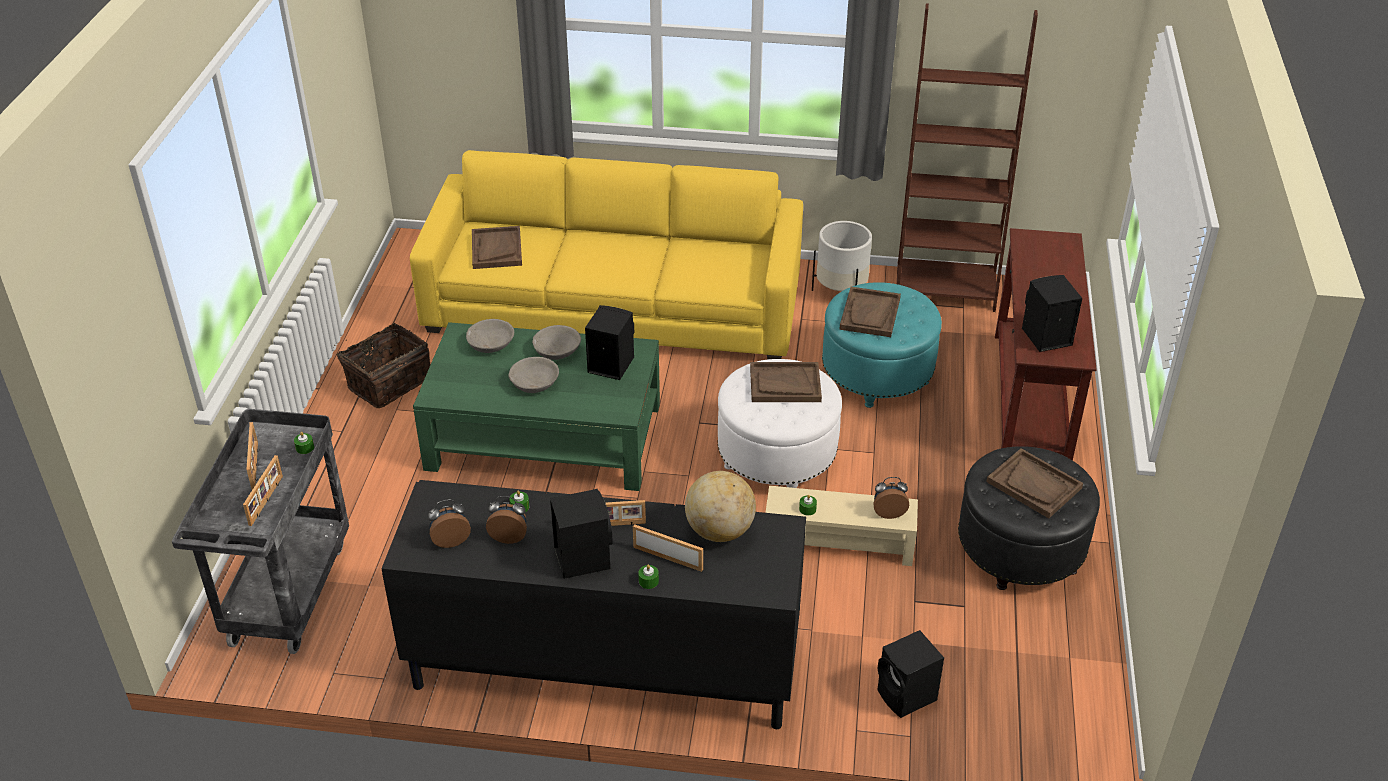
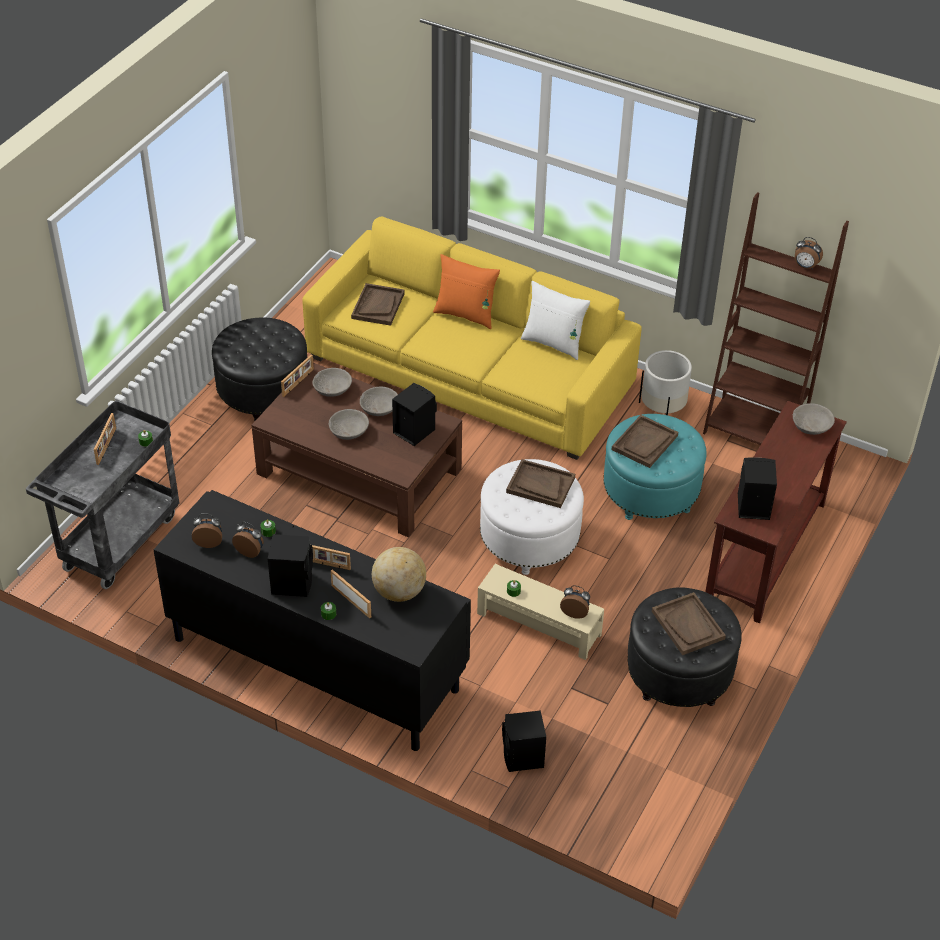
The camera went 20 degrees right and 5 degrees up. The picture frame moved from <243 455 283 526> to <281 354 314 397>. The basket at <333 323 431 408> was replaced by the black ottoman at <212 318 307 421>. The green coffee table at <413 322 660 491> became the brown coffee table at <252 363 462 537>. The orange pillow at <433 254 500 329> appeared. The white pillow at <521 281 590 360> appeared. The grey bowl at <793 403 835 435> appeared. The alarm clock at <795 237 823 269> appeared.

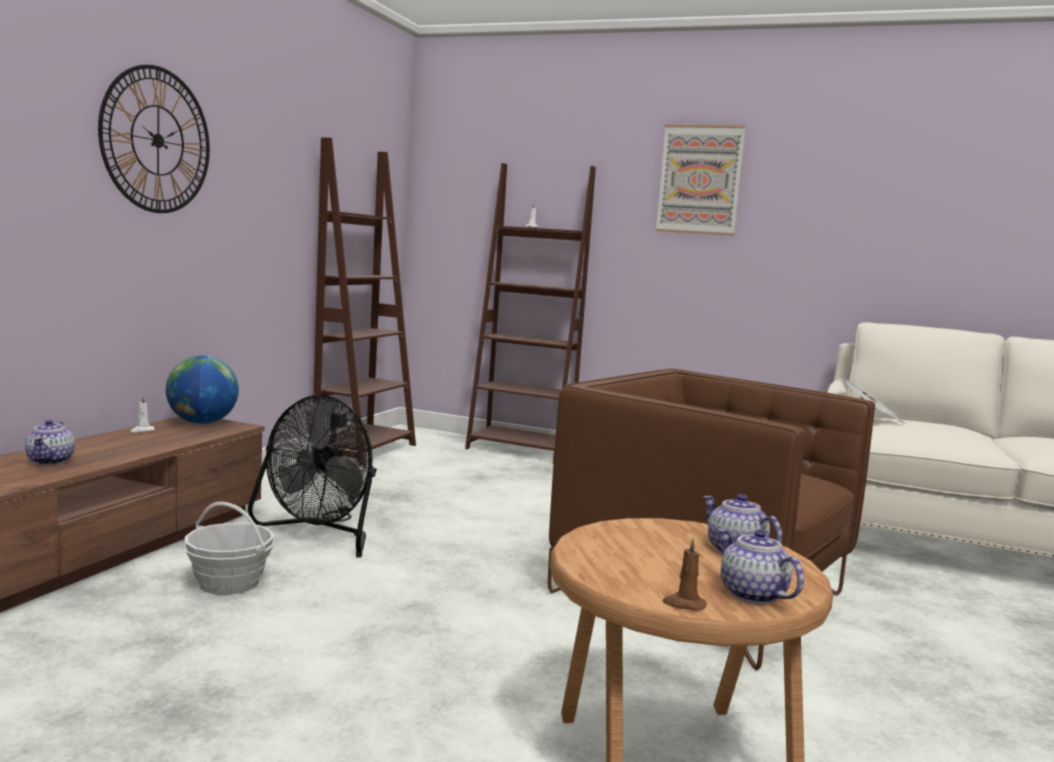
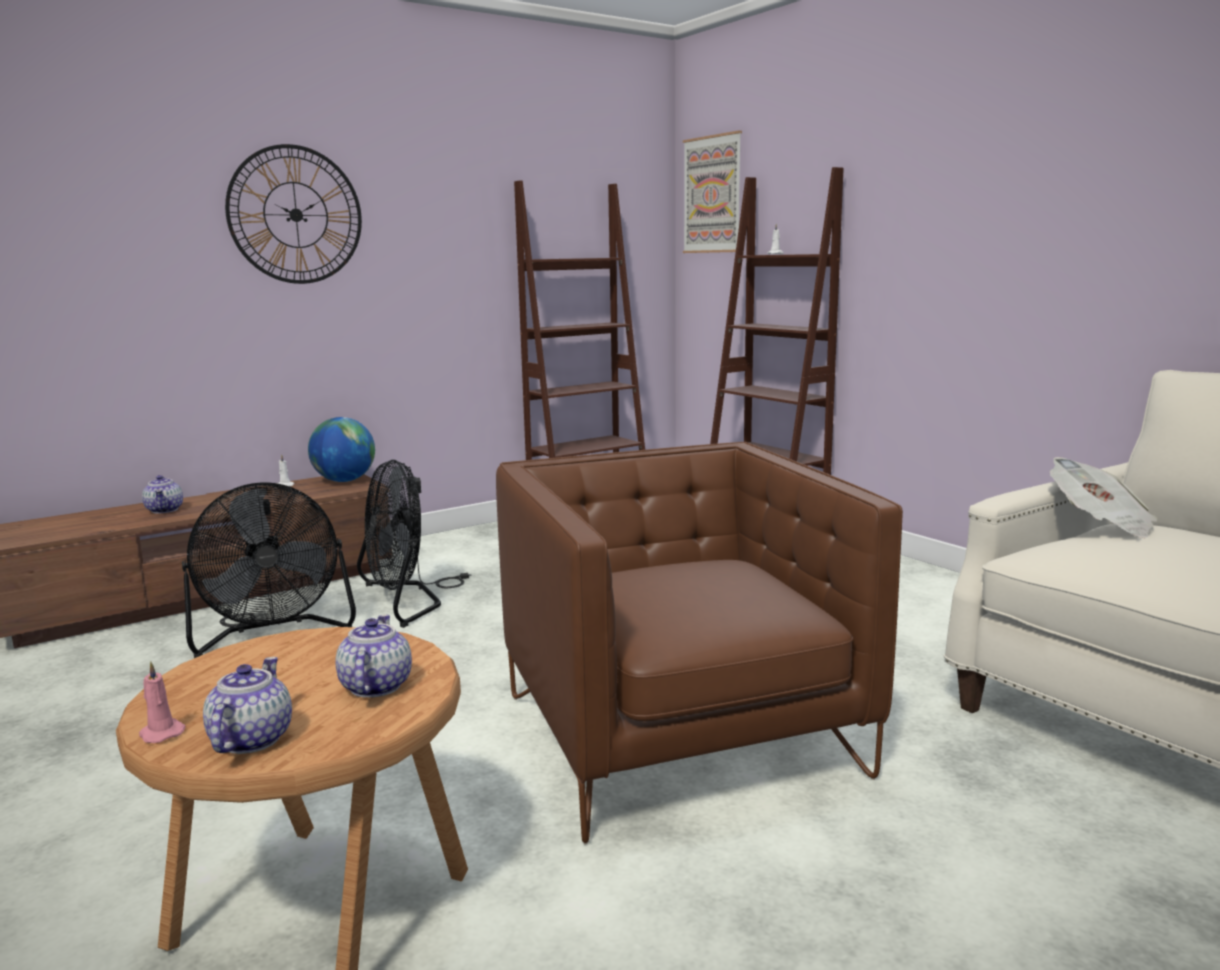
The camera went 35 degrees right and 5 degrees up. The teapot at <25 420 75 465> turned 45 degrees counterclockwise. The basket at <183 502 274 595> was replaced by the black fan at <182 482 356 658>. The picture moved from <656 125 746 236> to <683 130 742 253>. The brown candle at <663 538 707 610> became the pink candle at <139 662 186 743>.

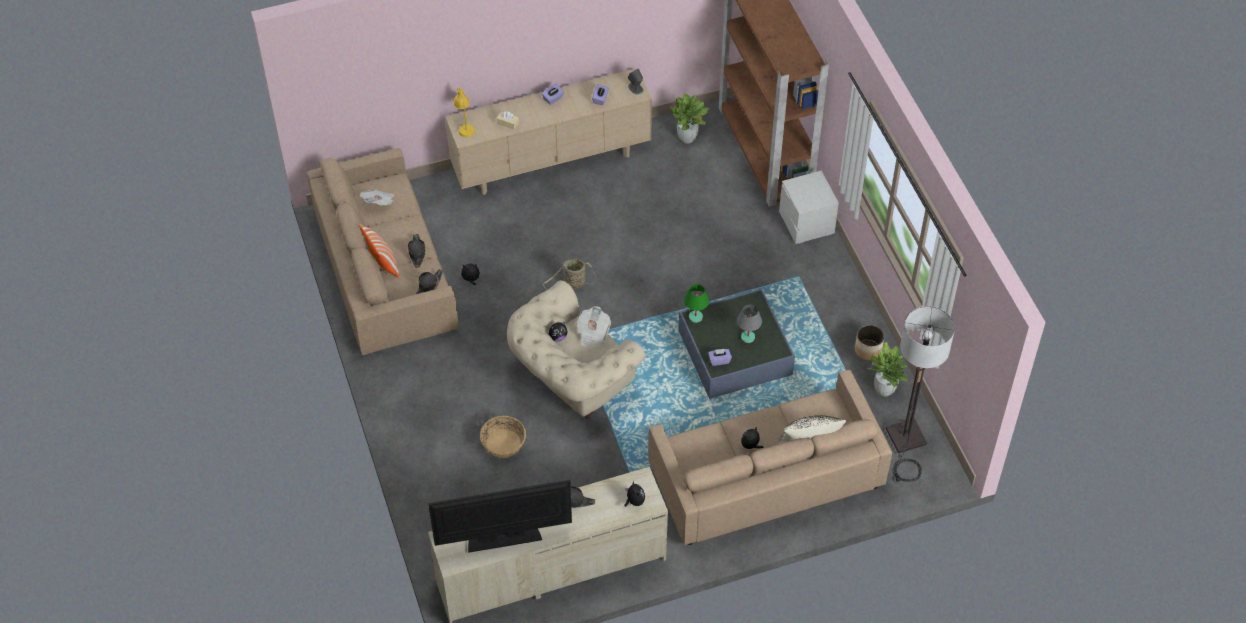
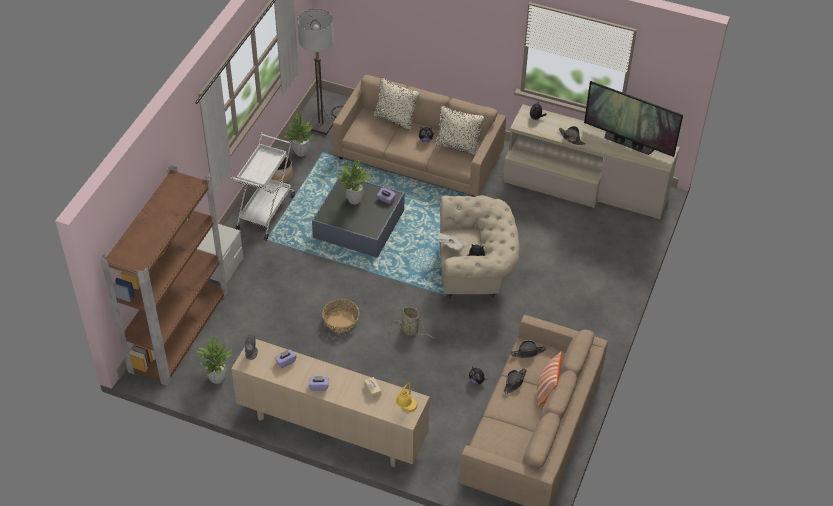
The camera went 140 degrees left and 5 degrees down. The newspaper at <360 189 394 205> disappeared. The basket moved from <480 416 526 458> to <322 299 360 333>. The green table lamp at <684 284 709 323> disappeared. The grey table lamp at <737 305 762 343> was replaced by the potted plant at <337 160 371 205>. The white cart at <231 132 295 241> appeared. The beige pillow at <436 106 484 156> appeared.

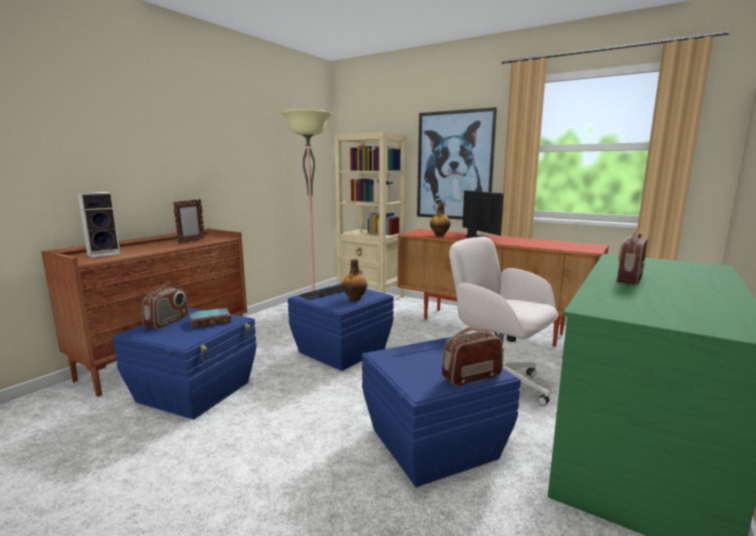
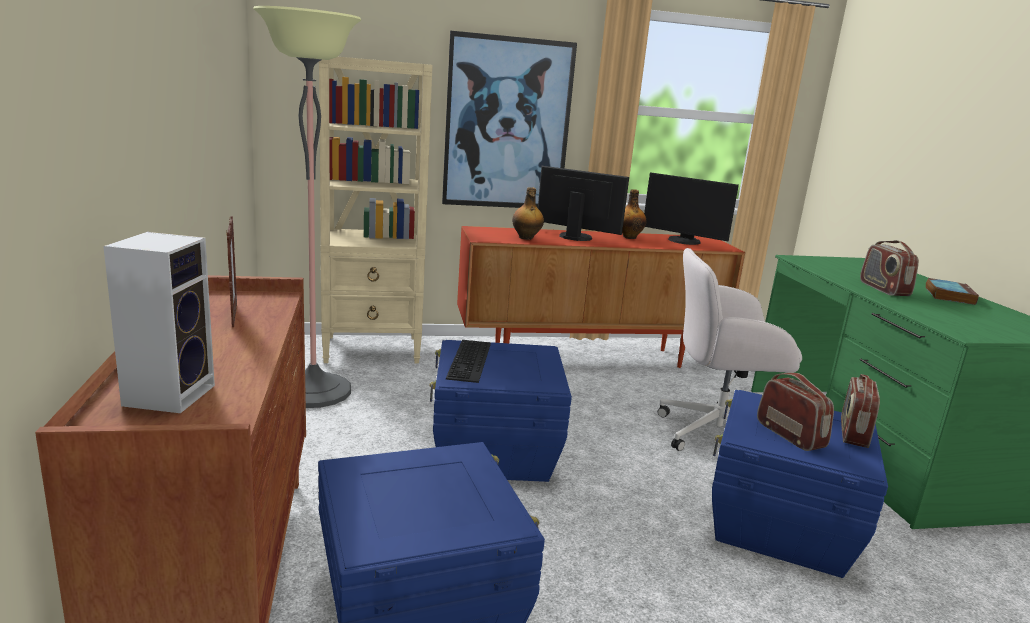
The camera went 45 degrees left and 5 degrees up. The radio moved from <142 283 189 330> to <757 373 834 451>. The book moved from <190 307 231 328> to <925 278 979 305>. The bottle moved from <342 259 367 301> to <622 189 646 239>. The monitor at <644 172 739 245> appeared.

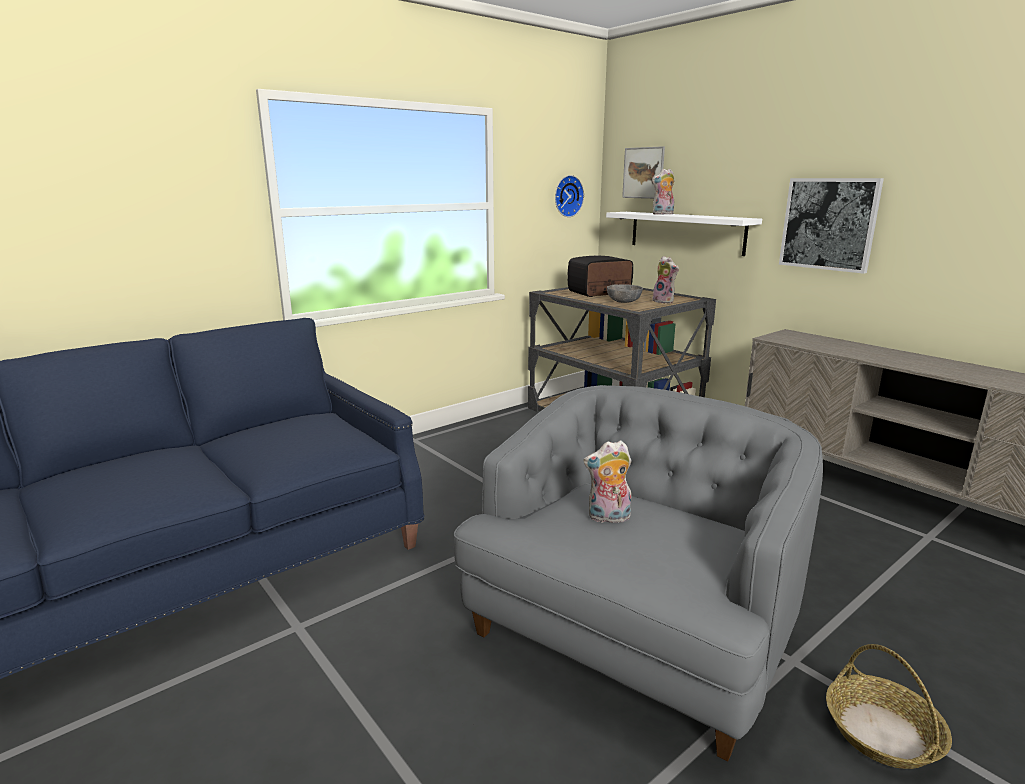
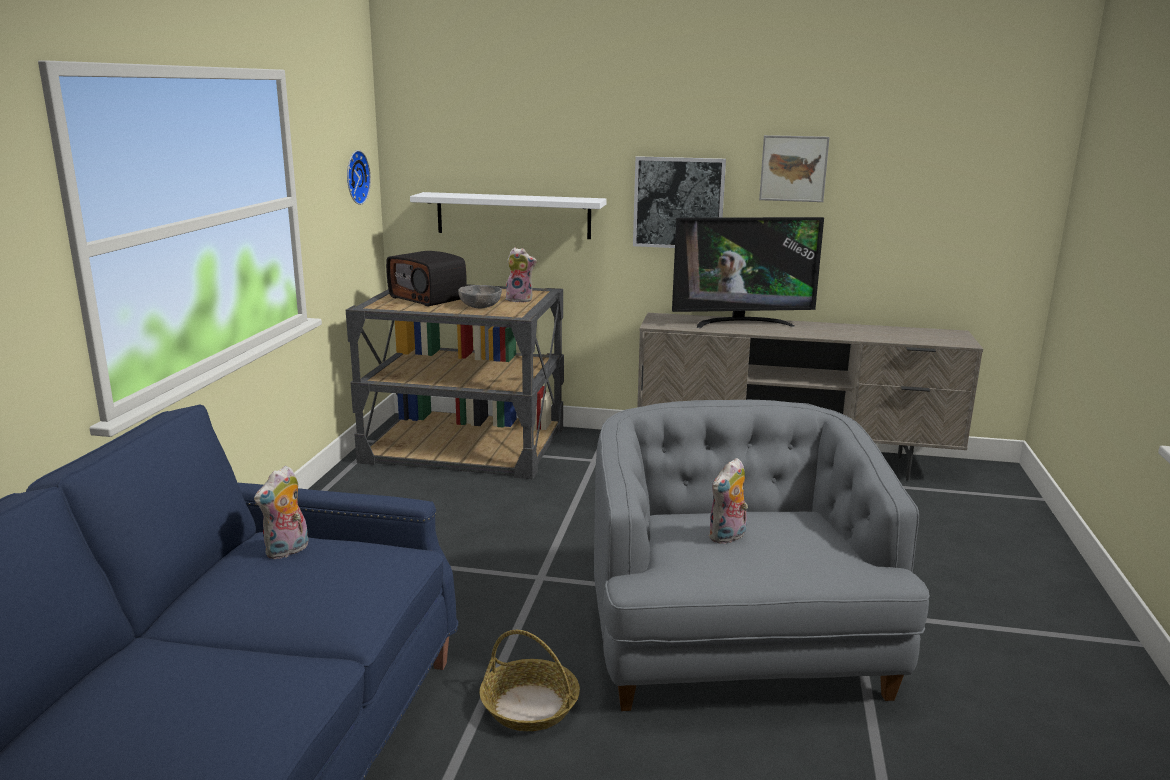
The camera went 40 degrees left and 0 degrees up. The radio at <568 256 633 297> turned 75 degrees counterclockwise. The picture moved from <622 146 665 199> to <759 135 830 202>. The plush toy moved from <652 169 674 215> to <254 466 309 559>. The basket moved from <826 644 952 769> to <480 630 580 731>. The television at <672 217 824 328> appeared.

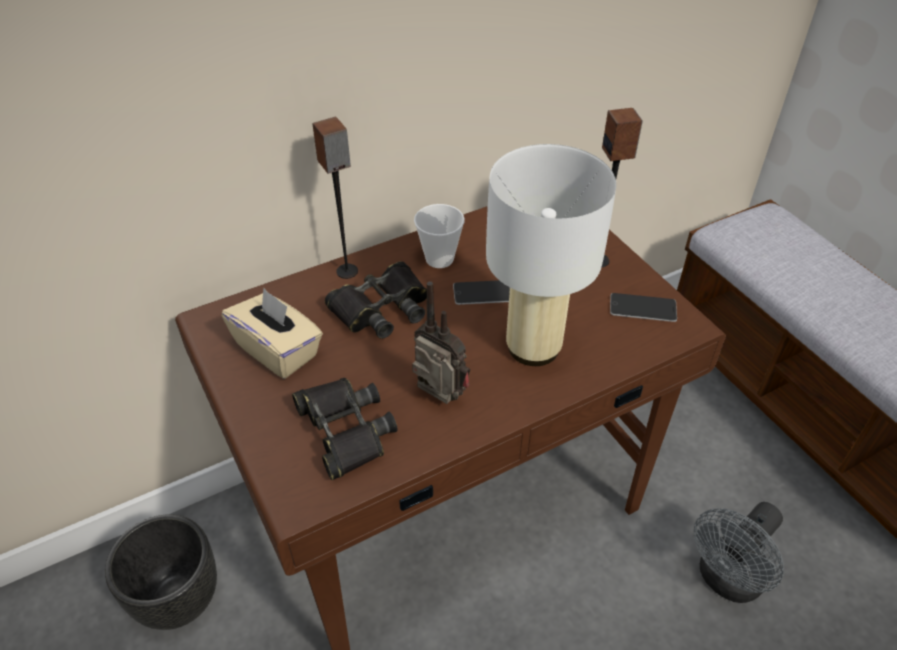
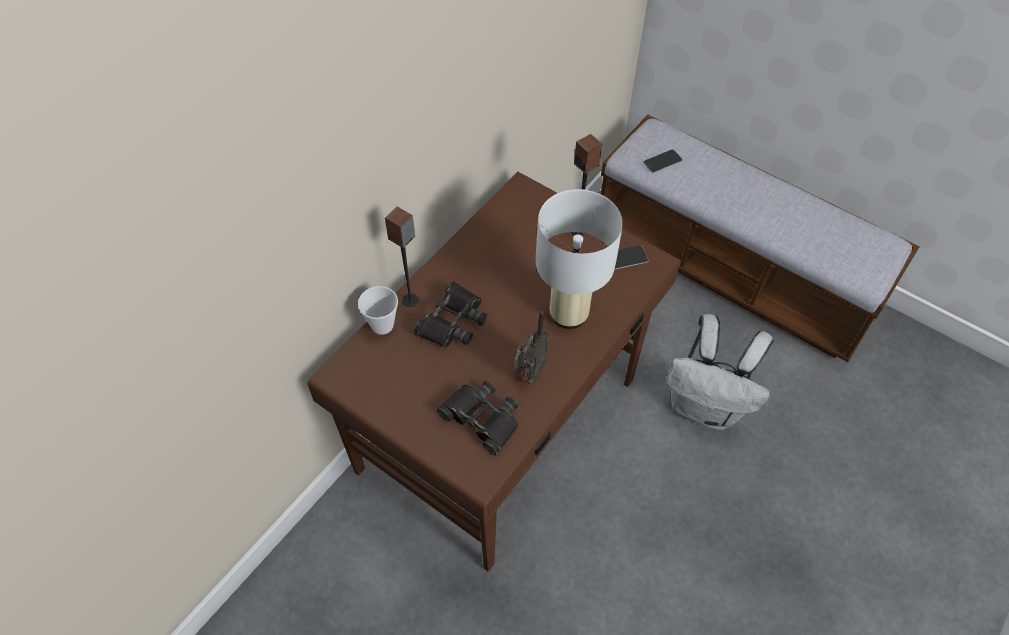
The camera went 25 degrees left and 10 degrees up. The black planter at <105 514 217 630> disappeared. The beige tissue box at <222 288 323 379> disappeared. The radio at <412 281 471 404> turned 105 degrees clockwise. The cup moved from <414 204 465 268> to <358 286 398 335>. The phone moved from <453 280 510 305> to <643 149 683 173>. The grey fan at <694 502 784 603> was replaced by the white backpack at <666 314 774 430>.

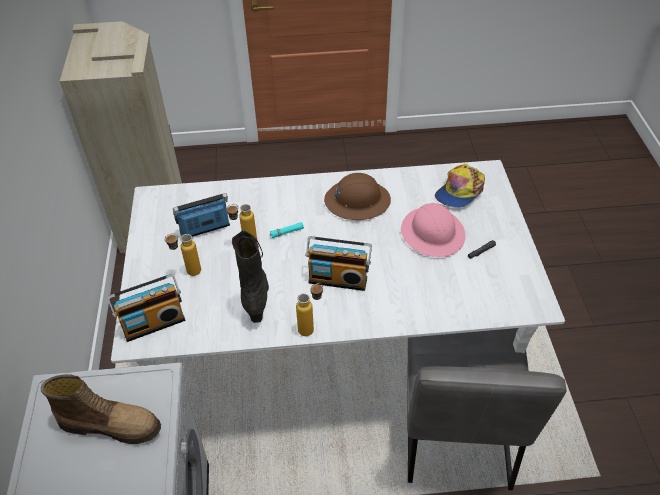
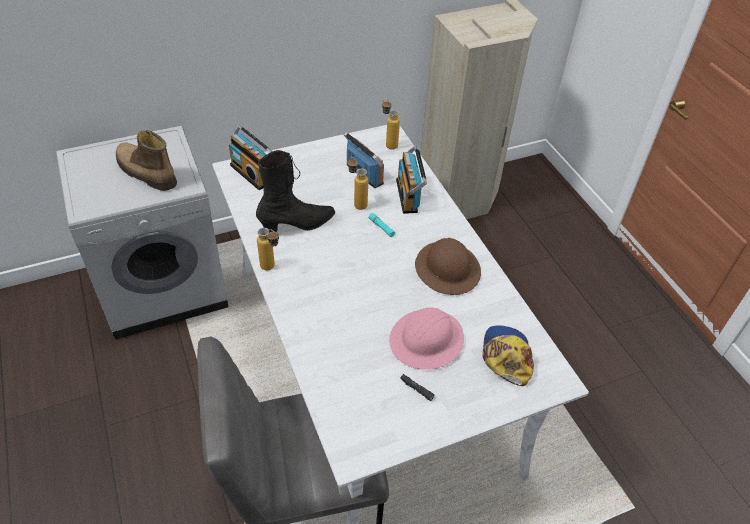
The camera went 70 degrees right and 0 degrees up. The boot at <41 374 161 444> turned 135 degrees clockwise. The bottle moved from <165 233 201 276> to <382 98 400 150>. The radio moved from <305 236 372 291> to <396 145 427 214>. The cap at <435 164 485 208> turned 75 degrees clockwise.

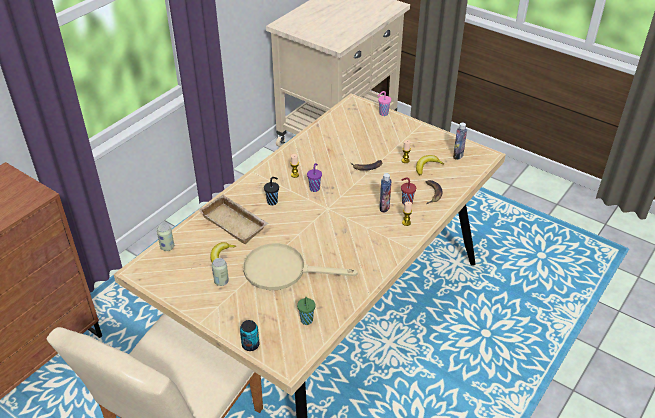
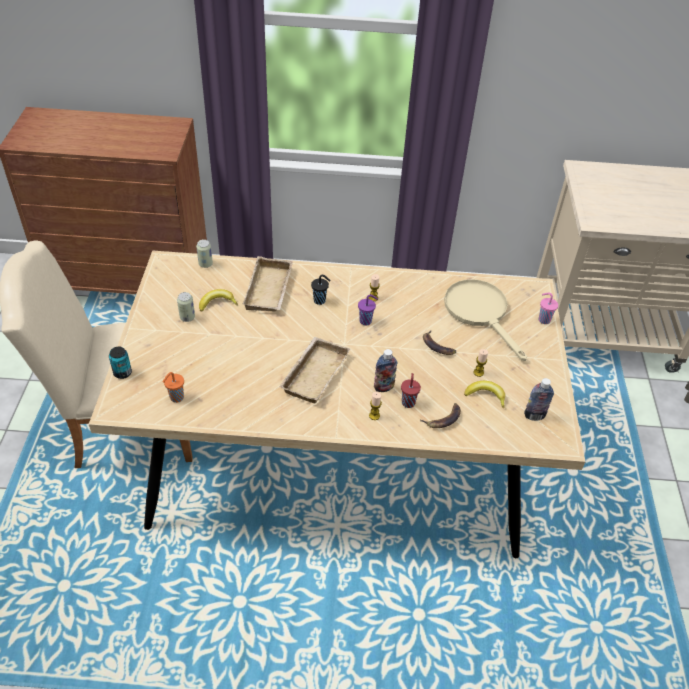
The camera went 55 degrees right and 5 degrees up. The beige frying pan moved from <243 243 358 290> to <444 279 527 361>. The green cup at <297 297 315 325> became the orange cup at <162 372 184 403>. The beige tray at <279 337 350 403> appeared.

